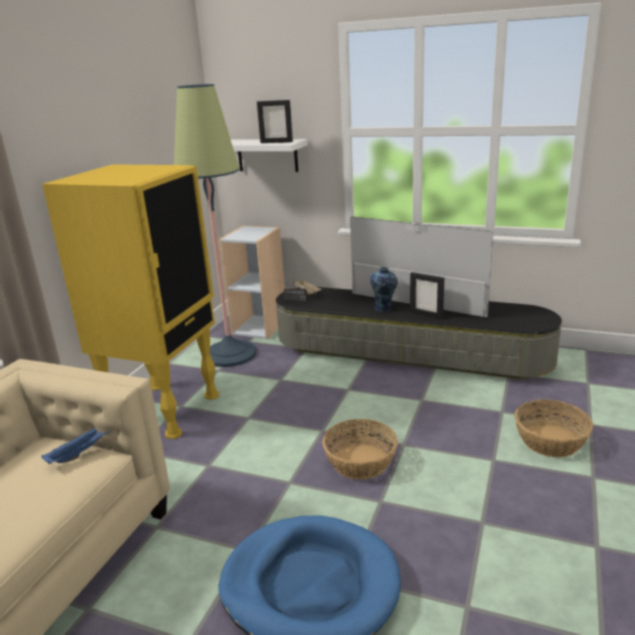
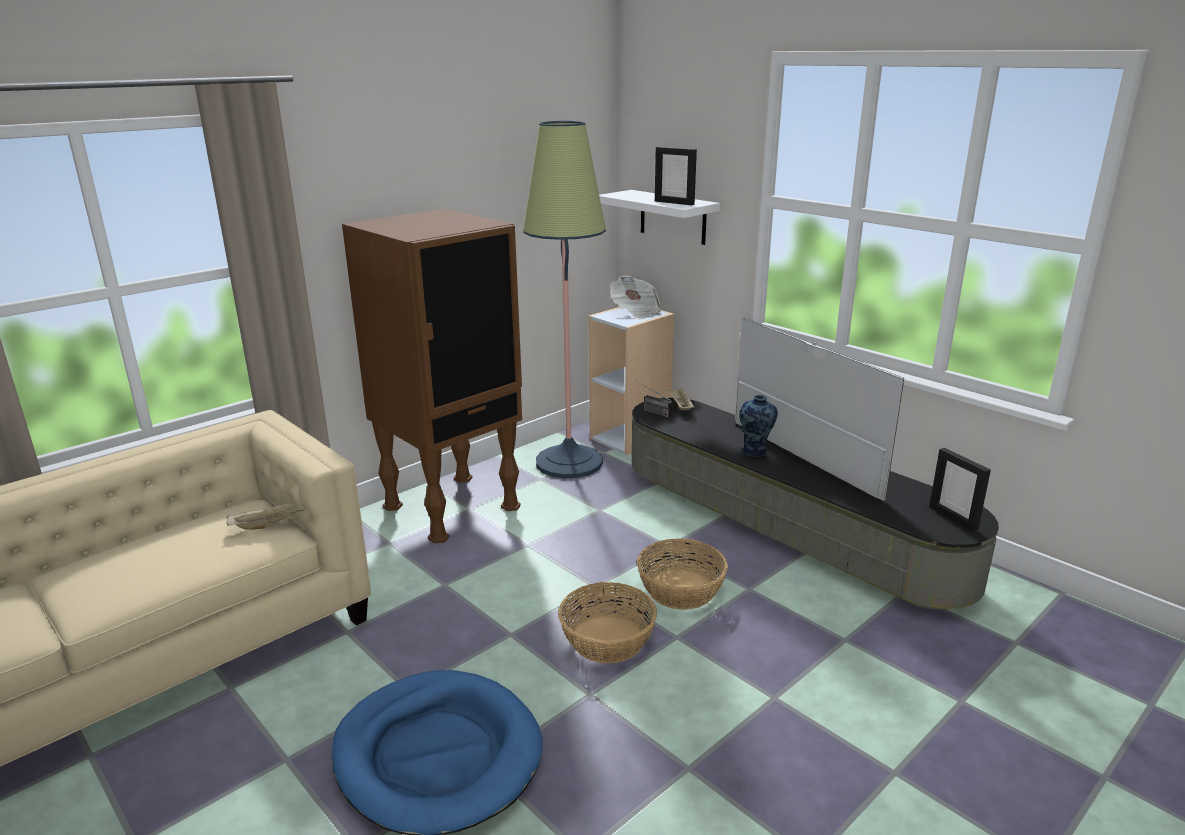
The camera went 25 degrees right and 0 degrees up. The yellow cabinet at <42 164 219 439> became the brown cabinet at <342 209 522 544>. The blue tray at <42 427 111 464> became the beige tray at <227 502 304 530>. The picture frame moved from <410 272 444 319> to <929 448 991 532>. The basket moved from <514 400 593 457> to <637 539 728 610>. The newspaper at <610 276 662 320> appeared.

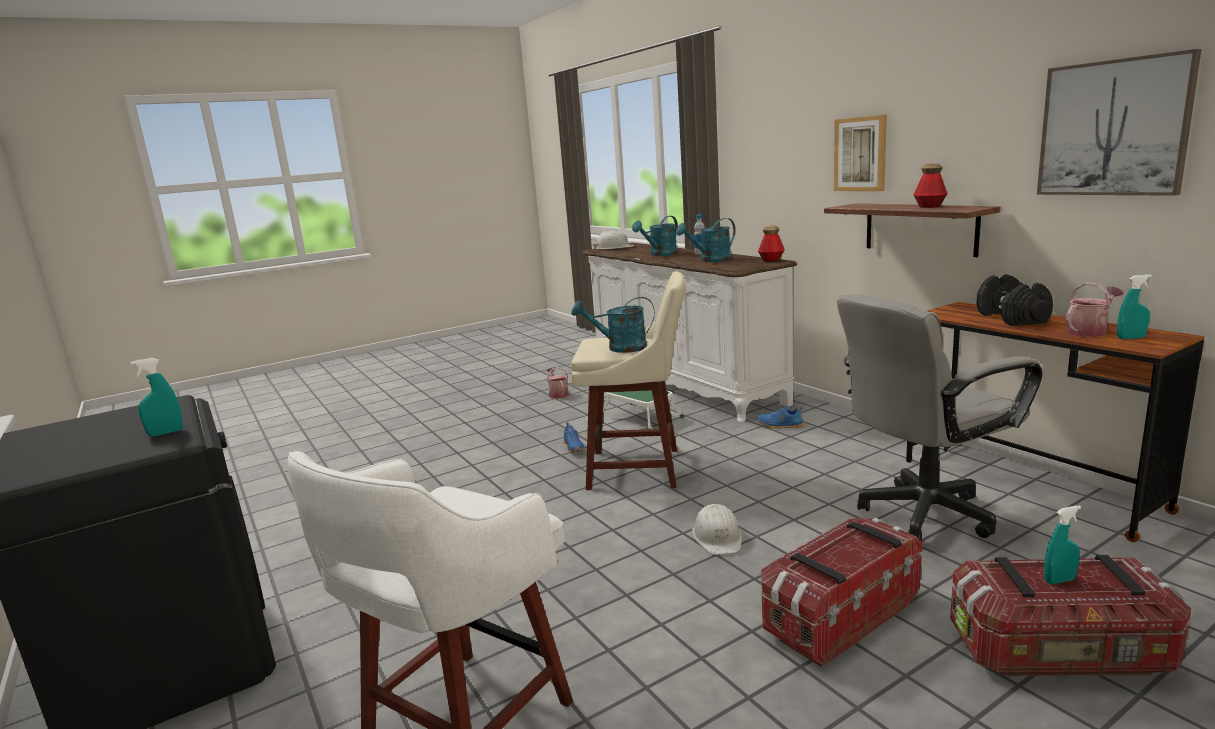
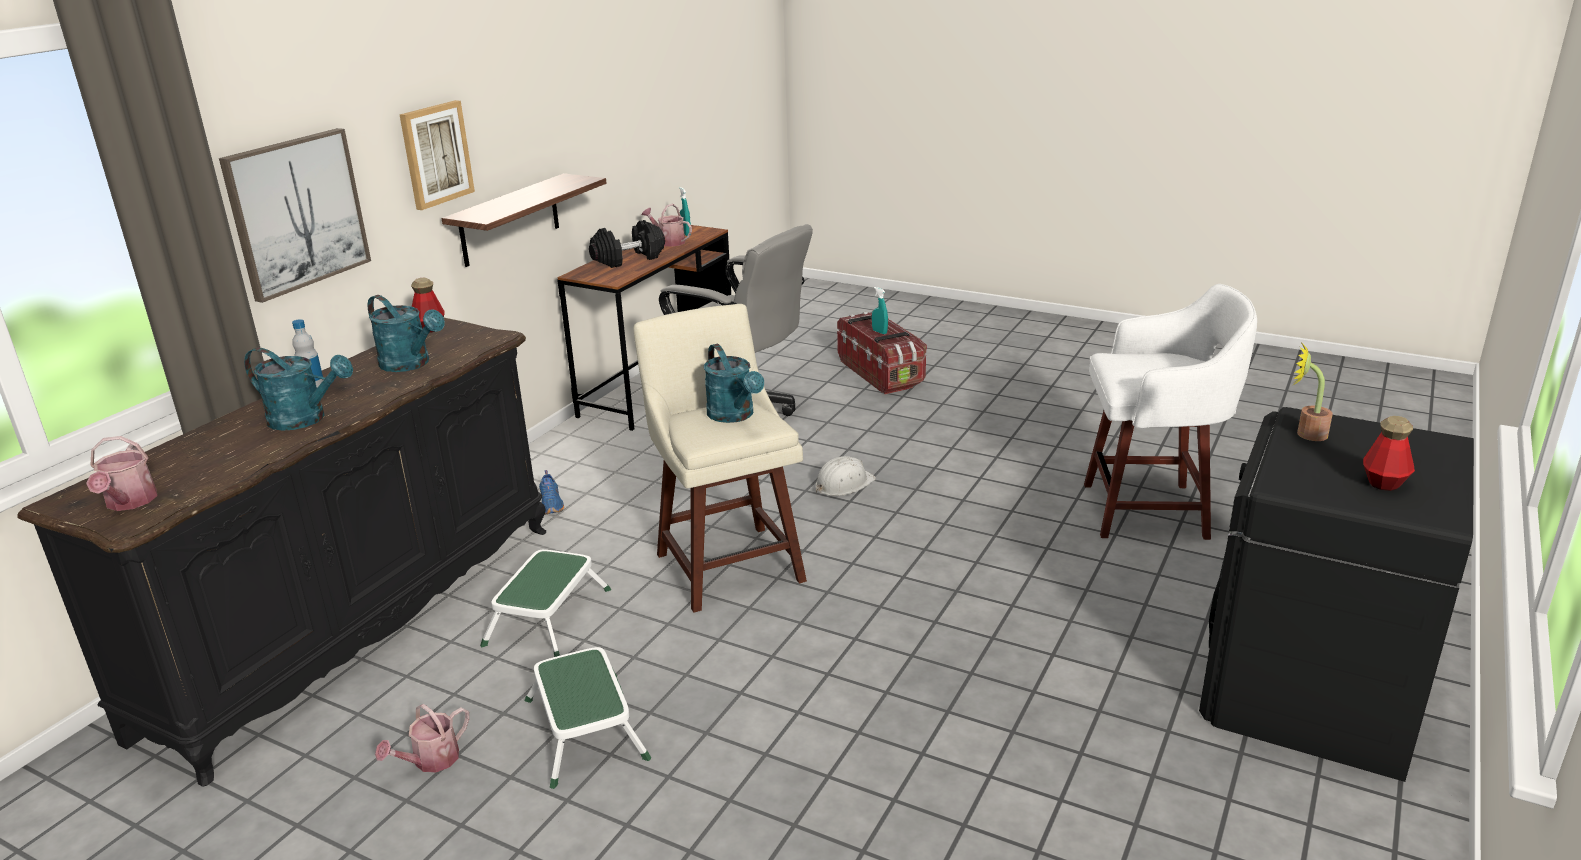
The camera went 120 degrees left and 10 degrees up. The turquoise spray bottle at <130 358 183 437> was replaced by the potted plant at <1293 343 1333 441>. The blue shoe at <563 422 585 453> disappeared. The white cabinet at <583 243 797 422> became the black cabinet at <17 318 546 787>. The white hard hat at <593 230 634 249> was replaced by the watering can at <86 436 157 511>. The storage box at <761 518 922 667> disappeared. The bottle moved from <913 164 947 208> to <1363 416 1415 491>. The picture moved from <1037 49 1201 196> to <219 128 371 303>. The green step ladder at <524 647 651 789> appeared.

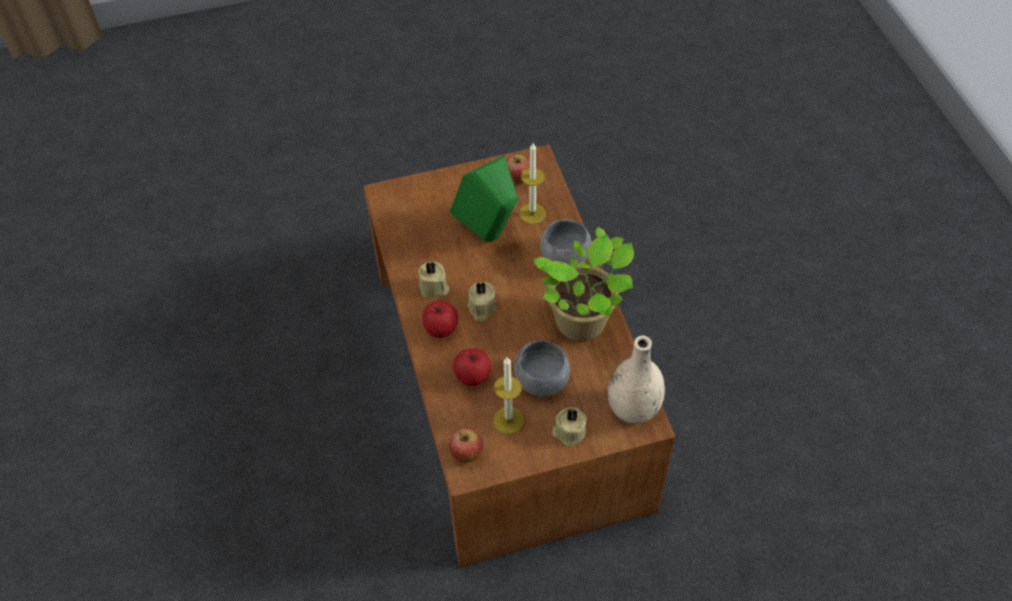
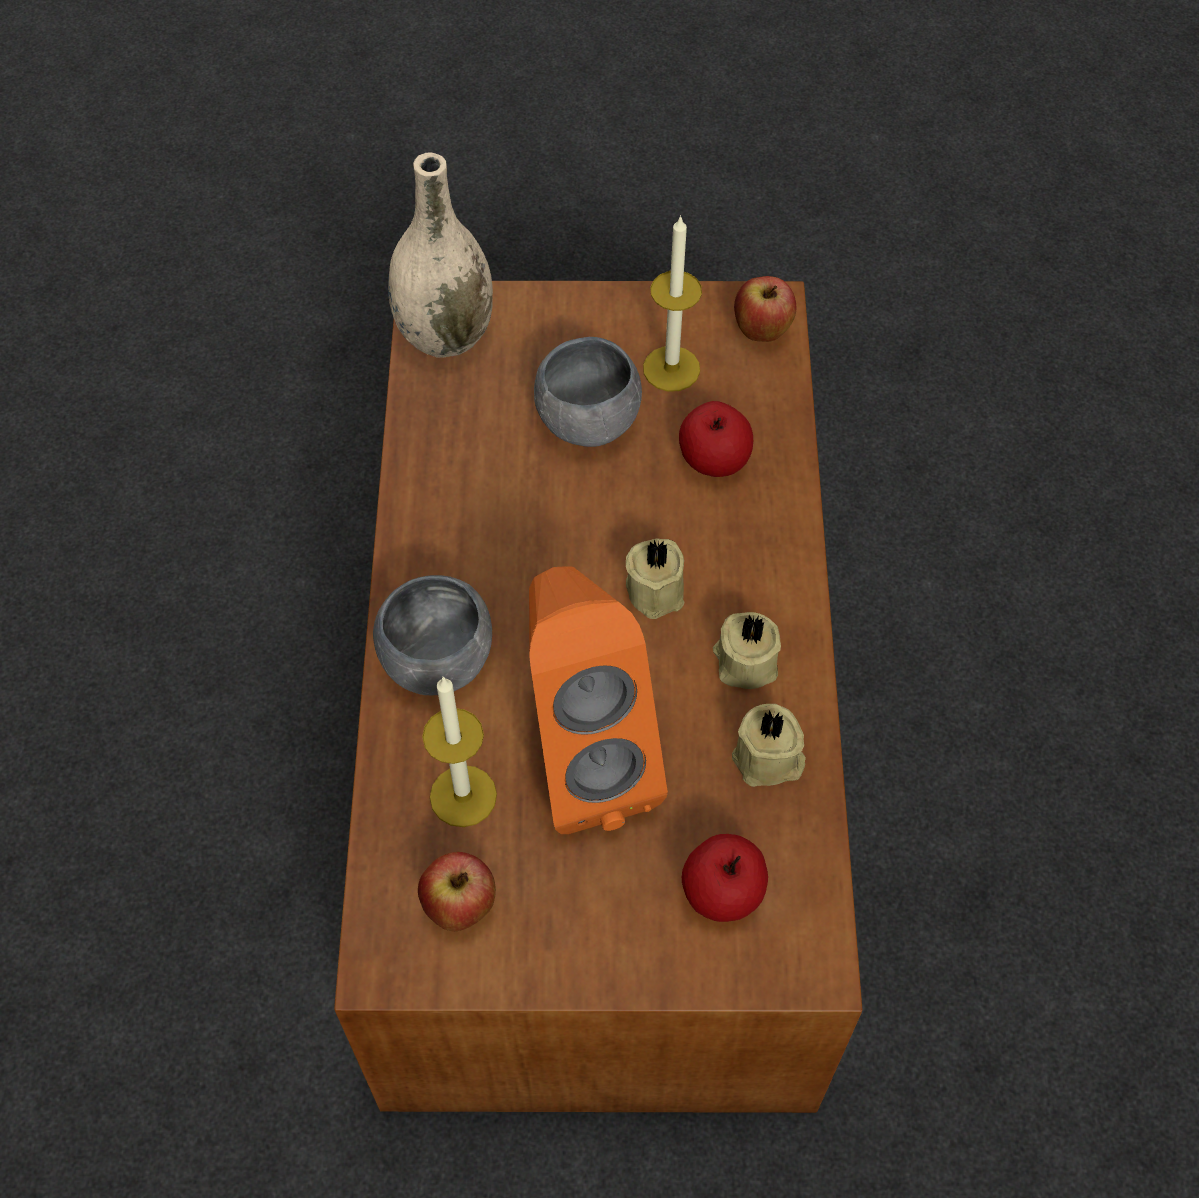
The camera went 165 degrees left and 5 degrees up. The apple moved from <422 300 458 338> to <682 834 768 922>. The green speaker at <450 155 518 241> became the orange speaker at <529 566 668 834>. The potted plant at <532 227 634 341> disappeared. The beige candle moved from <552 407 587 446> to <732 704 806 787>.

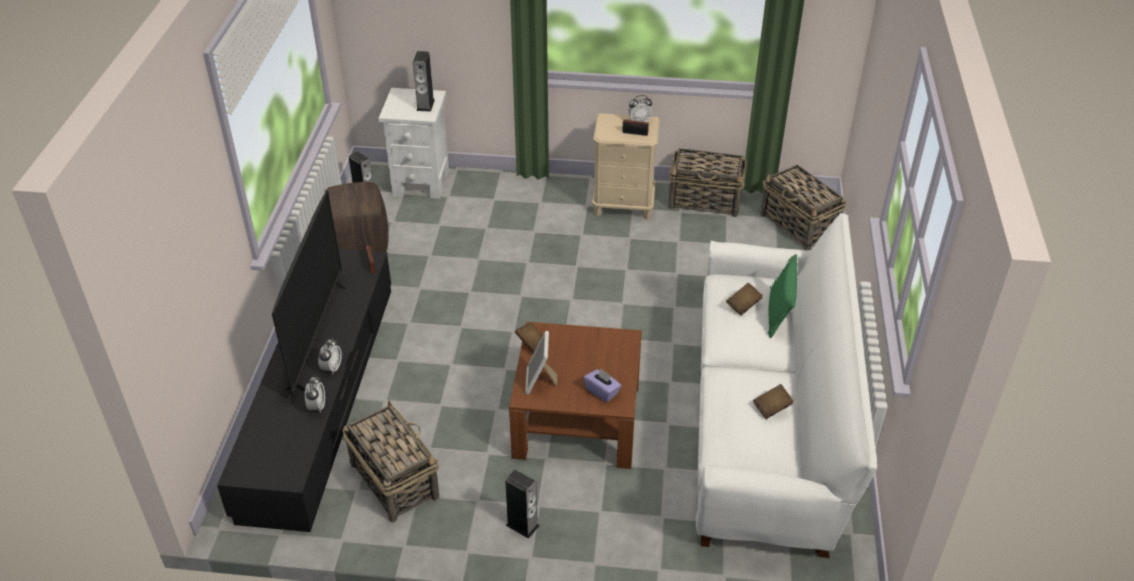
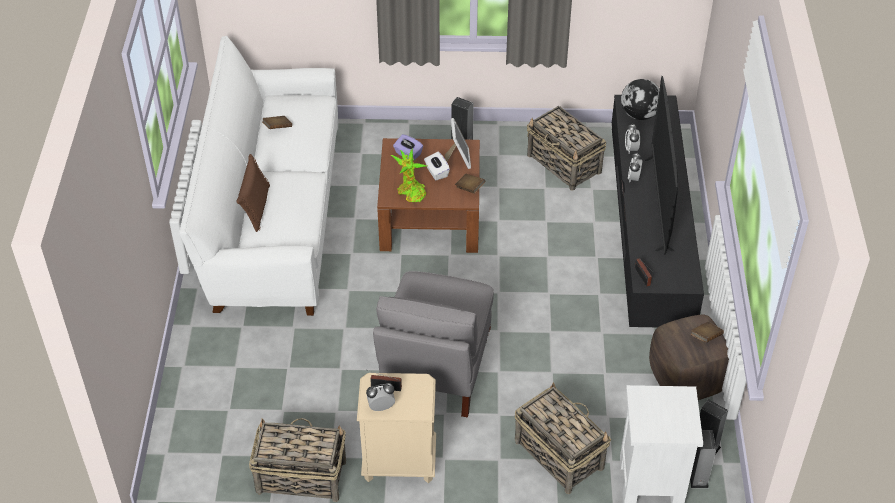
The camera went 175 degrees right and 5 degrees up. The speaker moved from <413 51 435 112> to <690 430 716 488>. The brown book moved from <726 283 763 315> to <691 322 724 343>. The basket moved from <761 165 846 251> to <515 382 611 494>. The green pillow at <768 254 797 338> became the brown pillow at <236 154 270 232>. The grey armchair at <373 271 494 418> appeared. The potted plant at <391 148 427 202> appeared. The white tissue box at <424 152 450 180> appeared. The globe at <621 79 659 120> appeared.

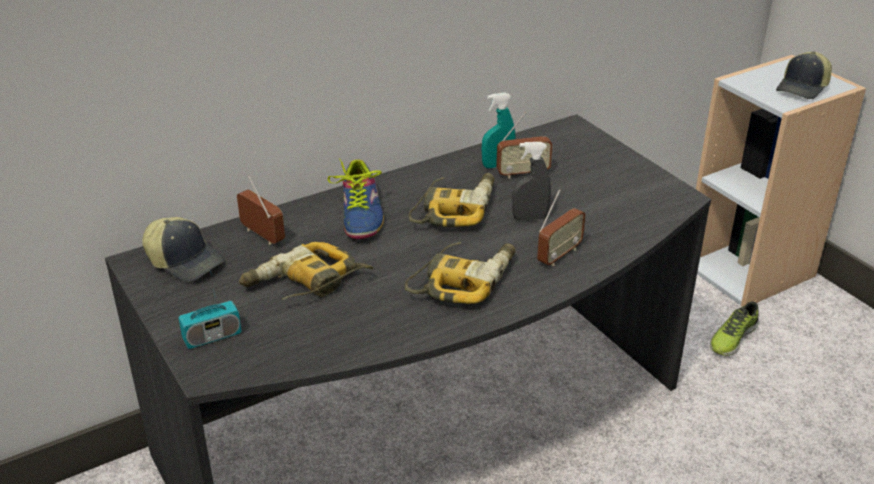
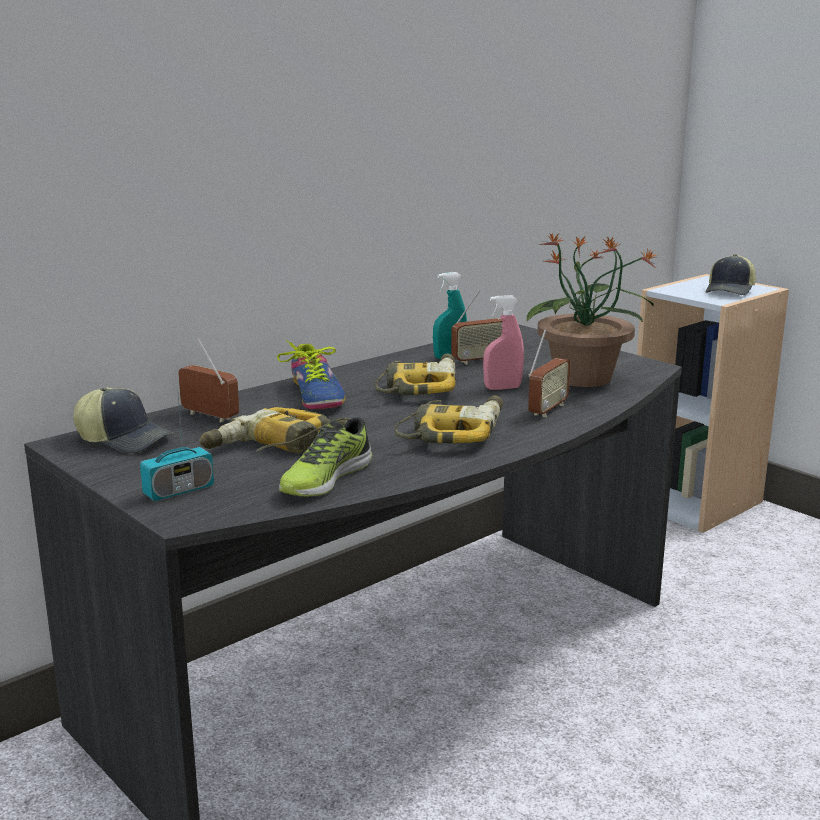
The camera went 10 degrees left and 15 degrees down. The grey spray bottle at <512 142 551 220> became the pink spray bottle at <483 295 524 390>. The shoe moved from <710 302 759 356> to <279 417 372 497>. The potted plant at <527 232 657 387> appeared.

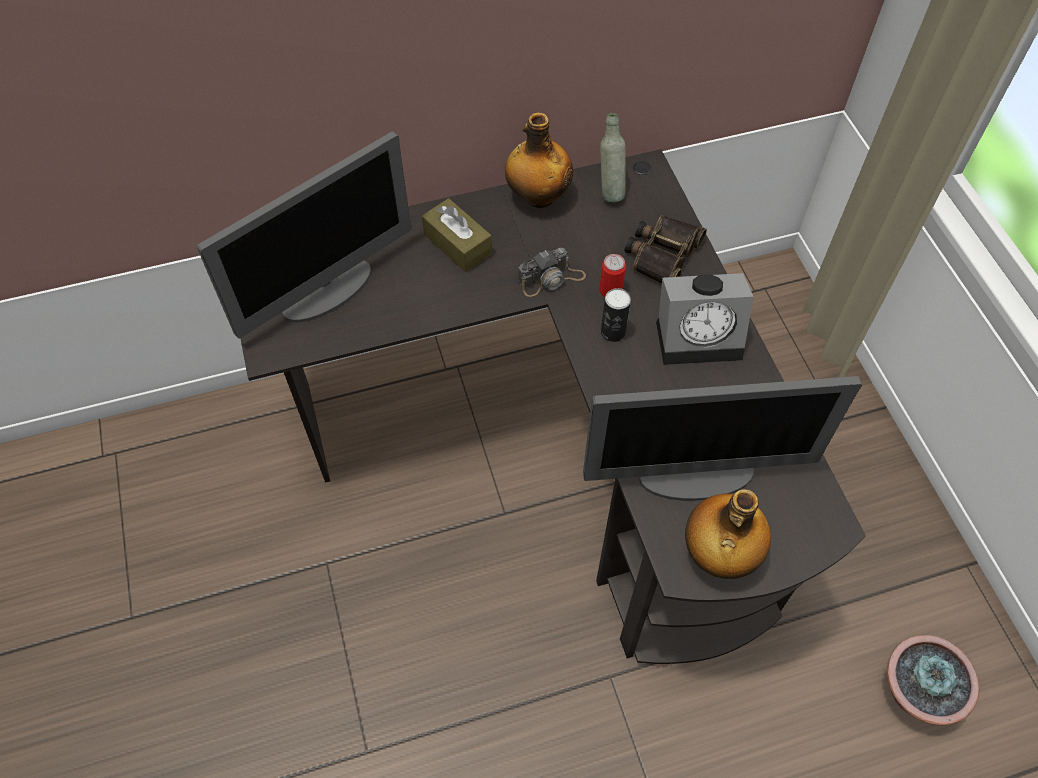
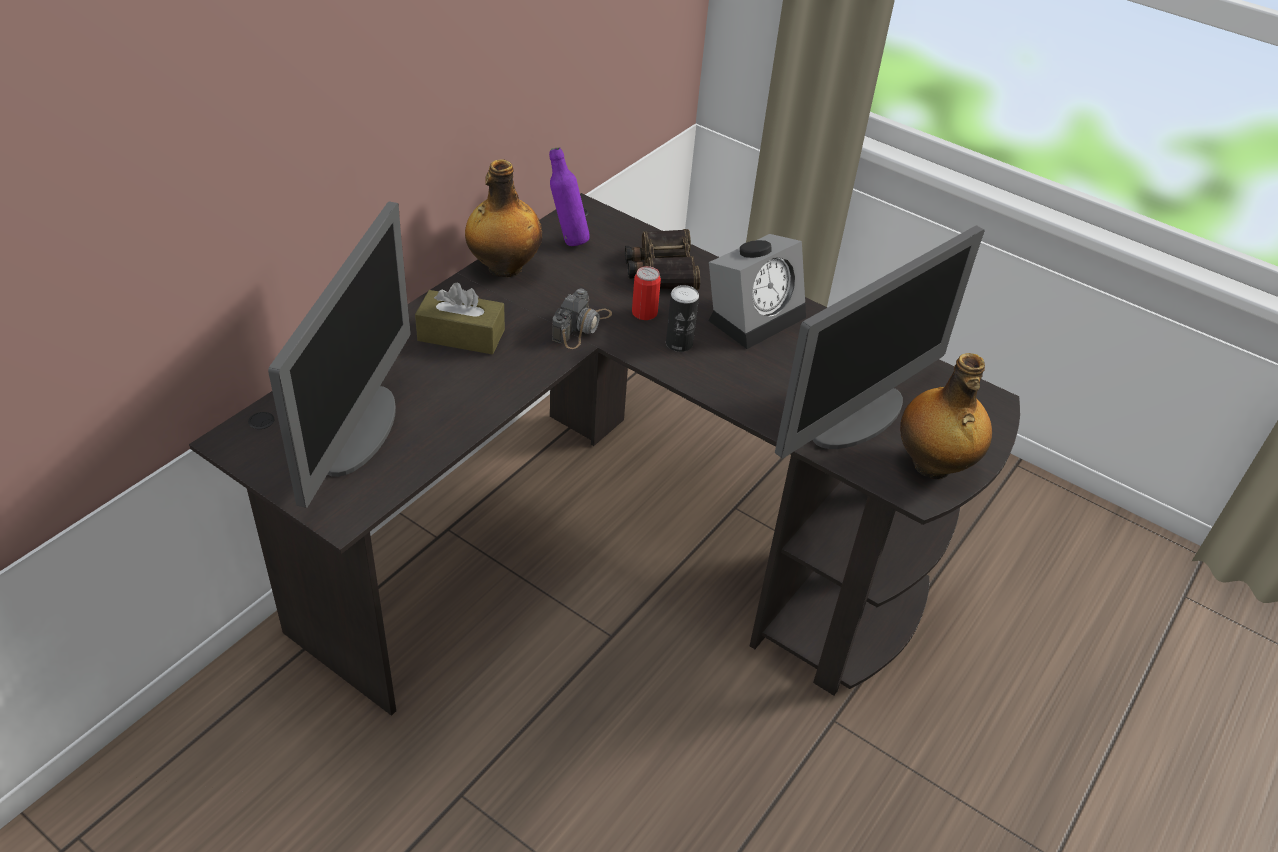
The camera went 40 degrees left and 15 degrees down. The grey bottle at <600 113 626 202> became the purple bottle at <549 147 590 246>. The potted plant at <887 635 979 726> disappeared.

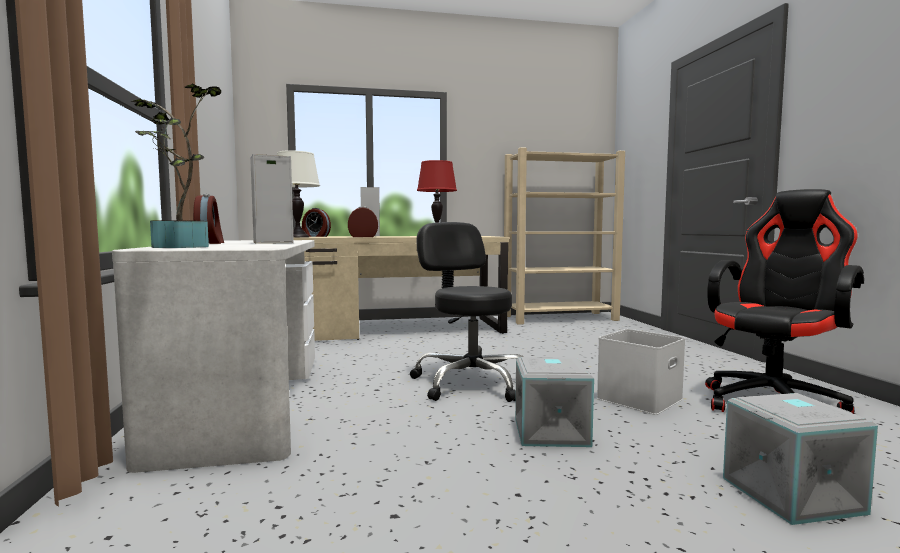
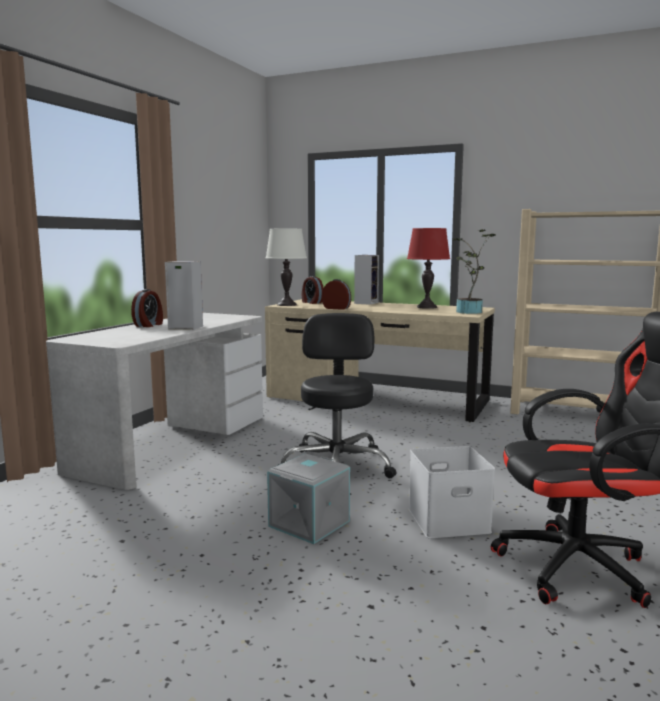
The camera went 35 degrees right and 5 degrees up. The potted plant moved from <131 83 221 248> to <453 229 496 314>. The grey storage box at <723 393 878 525> disappeared.

